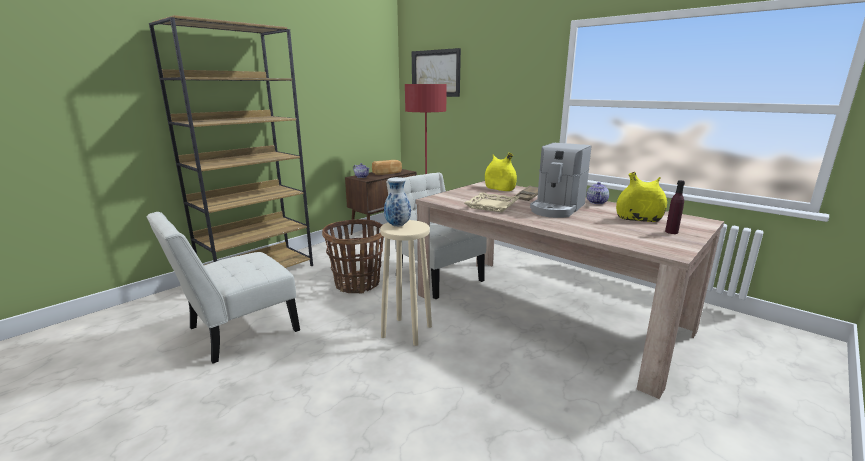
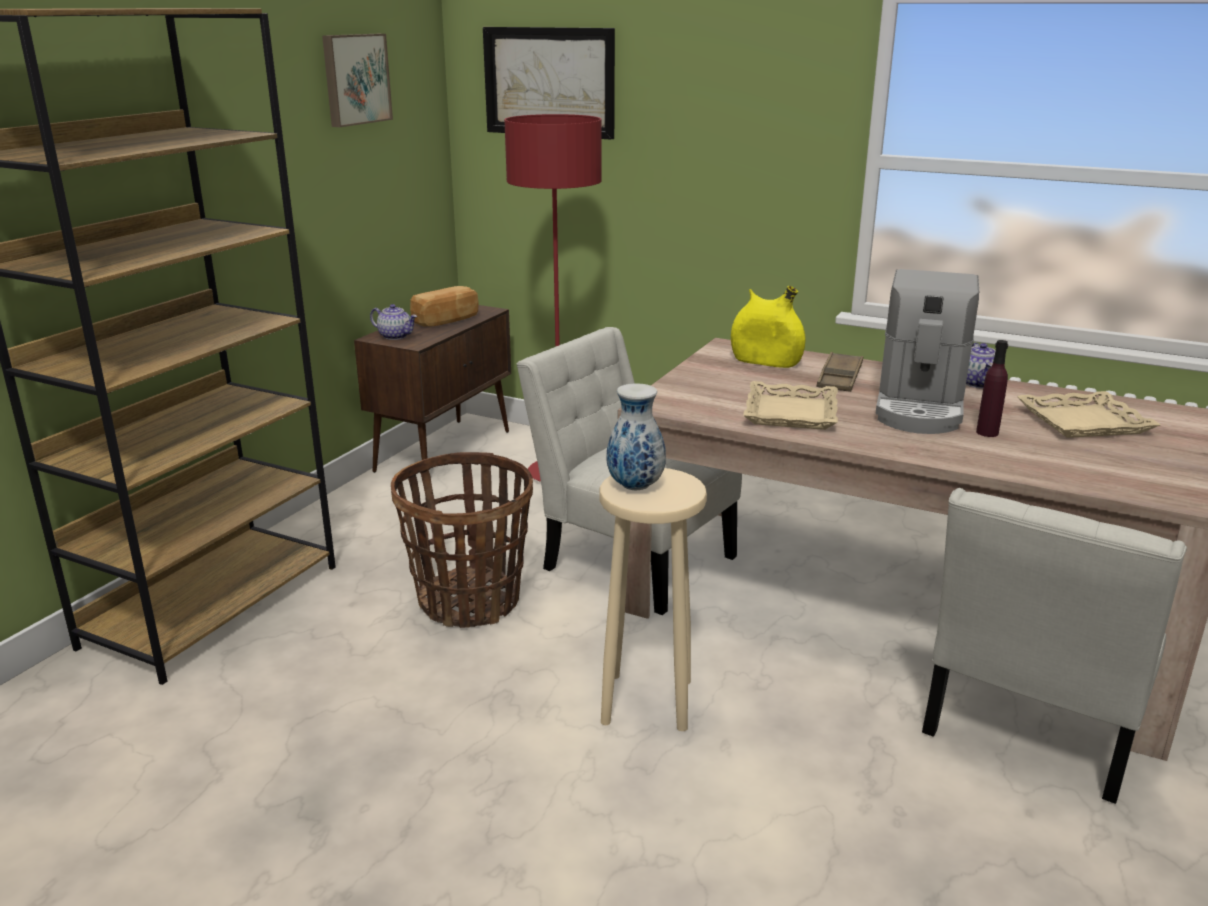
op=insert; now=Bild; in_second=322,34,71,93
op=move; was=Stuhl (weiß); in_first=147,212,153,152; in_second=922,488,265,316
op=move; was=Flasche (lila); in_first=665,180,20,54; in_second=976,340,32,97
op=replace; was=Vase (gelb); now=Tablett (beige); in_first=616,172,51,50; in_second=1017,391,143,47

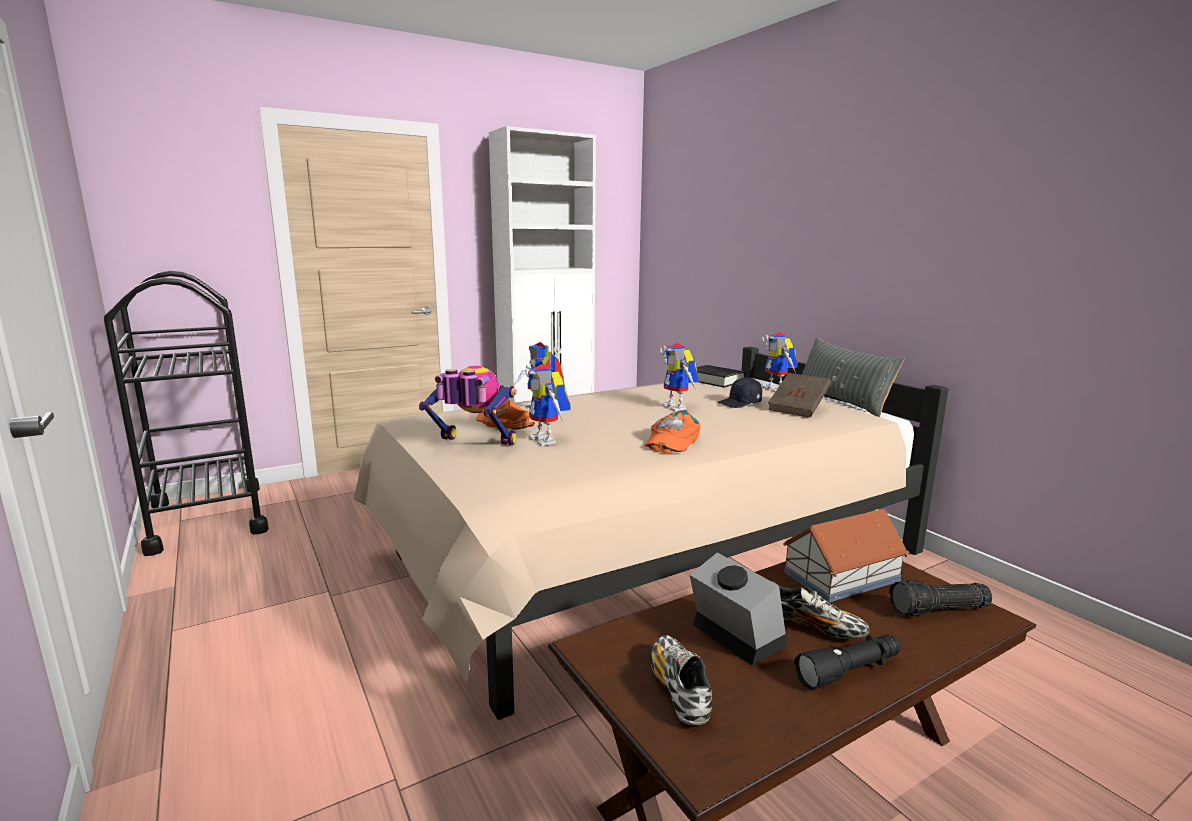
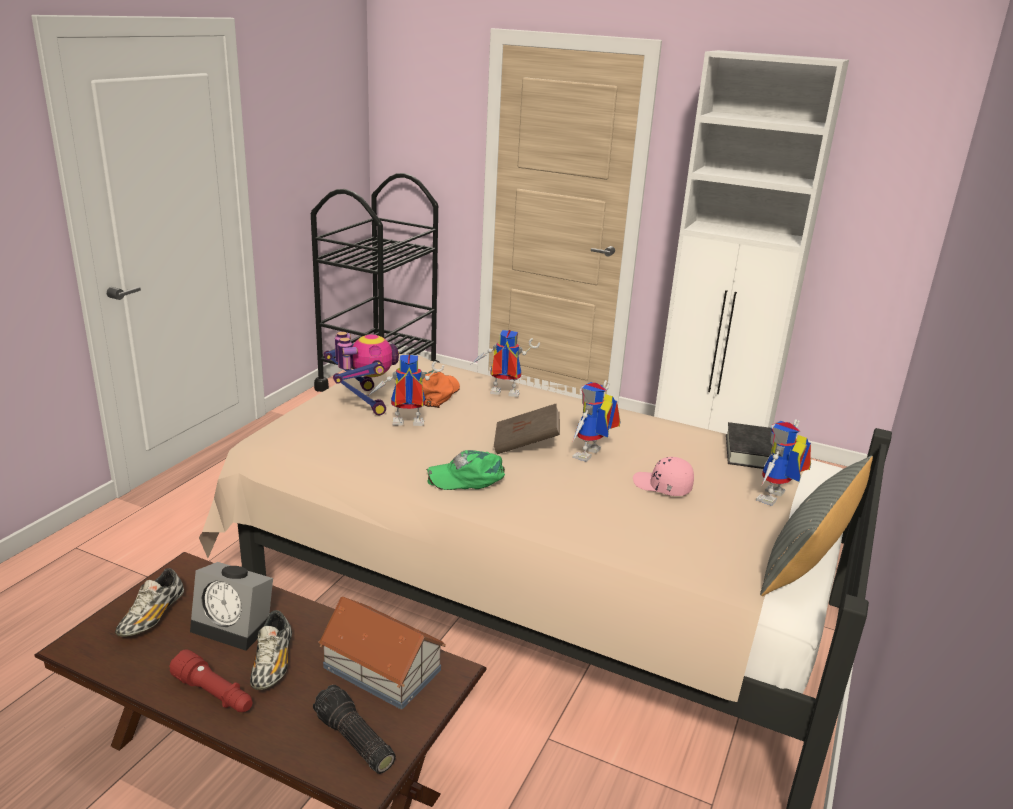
op=rotate; was=Schuh; in_first=651,635,61,90; in_second=115,568,69,69; clockwise=150
op=recolor; was=Taschenlampe (schwarz); now=Taschenlampe (rot); in_first=794,634,107,56; in_second=169,649,83,63
op=rotate; was=Wecker; in_first=690,553,97,112; in_second=190,562,83,89; clockwise=90
op=rotate; was=Spielzeugroboter; in_first=525,364,45,82; in_second=368,355,76,71; clockwise=60
op=recolor; was=Kappe (orange); now=Kappe (grün); in_first=644,410,57,43; in_second=427,450,78,40
op=move; was=Buch (braun); in_first=768,373,63,44; in_second=494,404,66,50
op=recolor; was=Kappe (schwarz); now=Kappe (rosa); in_first=718,377,44,31; in_second=633,457,61,39

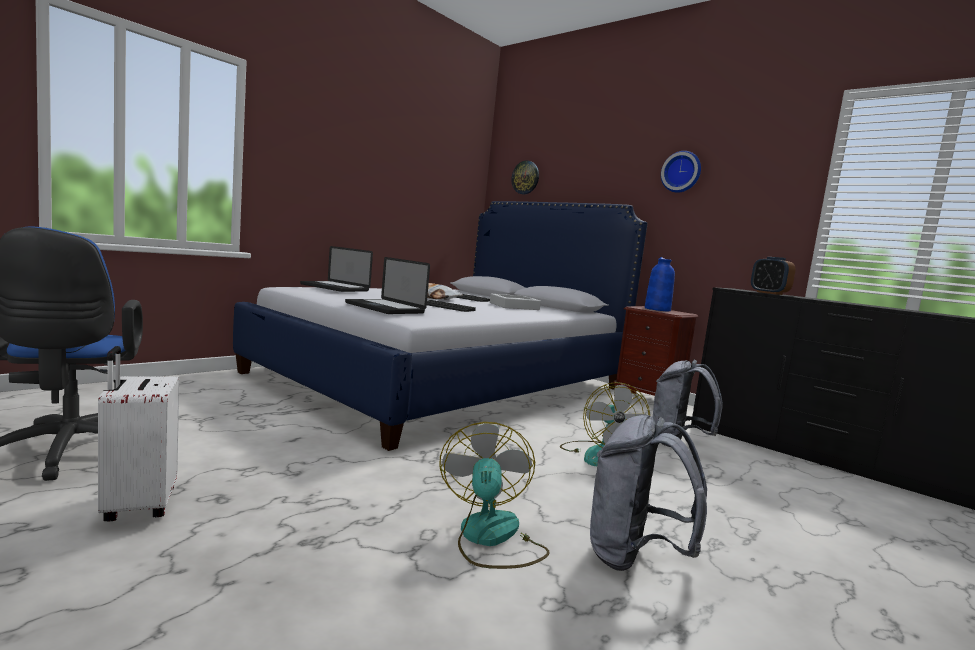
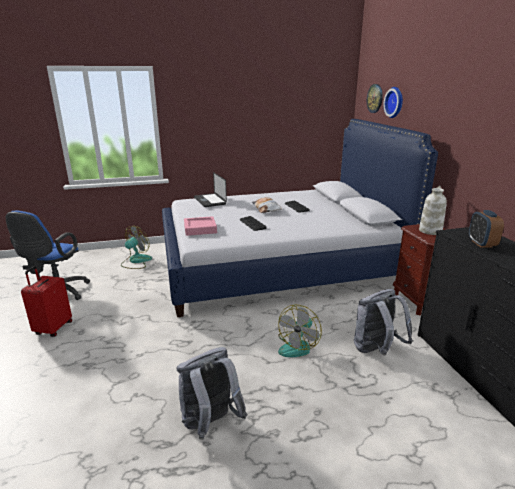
op=recolor; was=Koffer (weiß); now=Koffer (rot); in_first=98,346,81,176; in_second=21,266,51,71
op=move; was=Ventilator; in_first=439,422,110,147; in_second=121,226,31,43
op=replace; was=Laptop; now=Tablett (rosa); in_first=345,257,85,57; in_second=184,216,33,20
op=move; was=Wanduhr; in_first=661,151,40,42; in_second=383,87,20,31
op=recolor; was=Vase (blau); now=Vase (weiß); in_first=645,257,30,54; in_second=419,186,28,49
op=delete; was=Tablett (grau); in_first=490,294,51,16

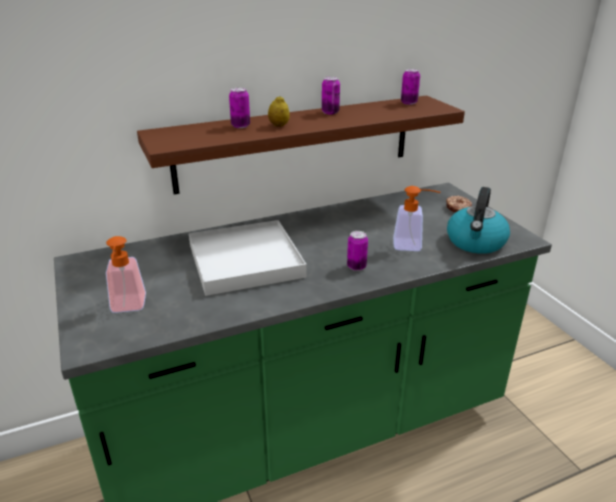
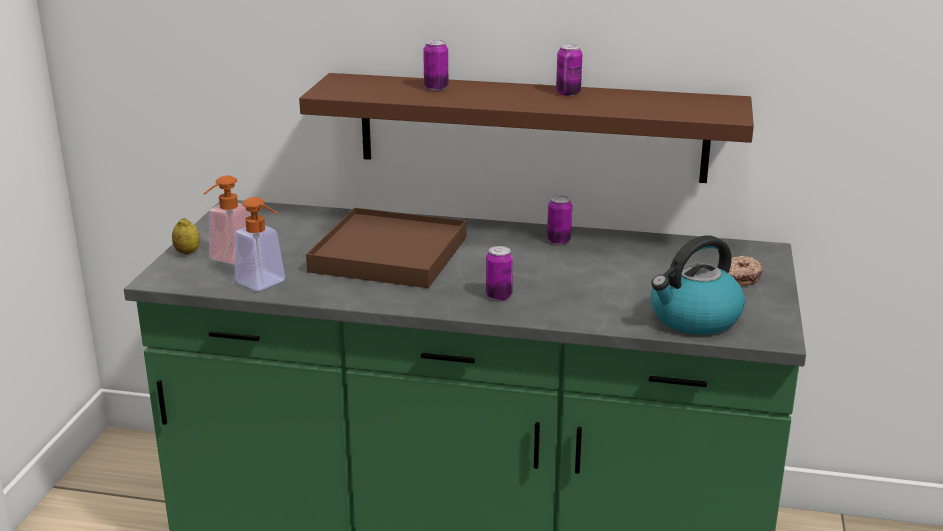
op=move; was=Zitrone; in_first=268,96,22,31; in_second=172,218,28,36
op=move; was=Seifenspender; in_first=393,186,47,65; in_second=235,197,50,94
op=recolor; was=Tablett (weiß); now=Tablett (braun); in_first=189,220,117,76; in_second=306,208,160,80
op=move; was=Dose; in_first=401,69,19,36; in_second=547,195,25,50

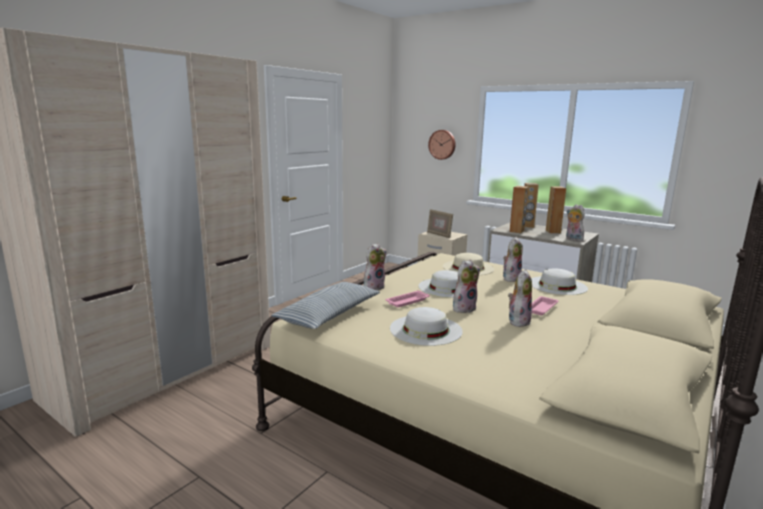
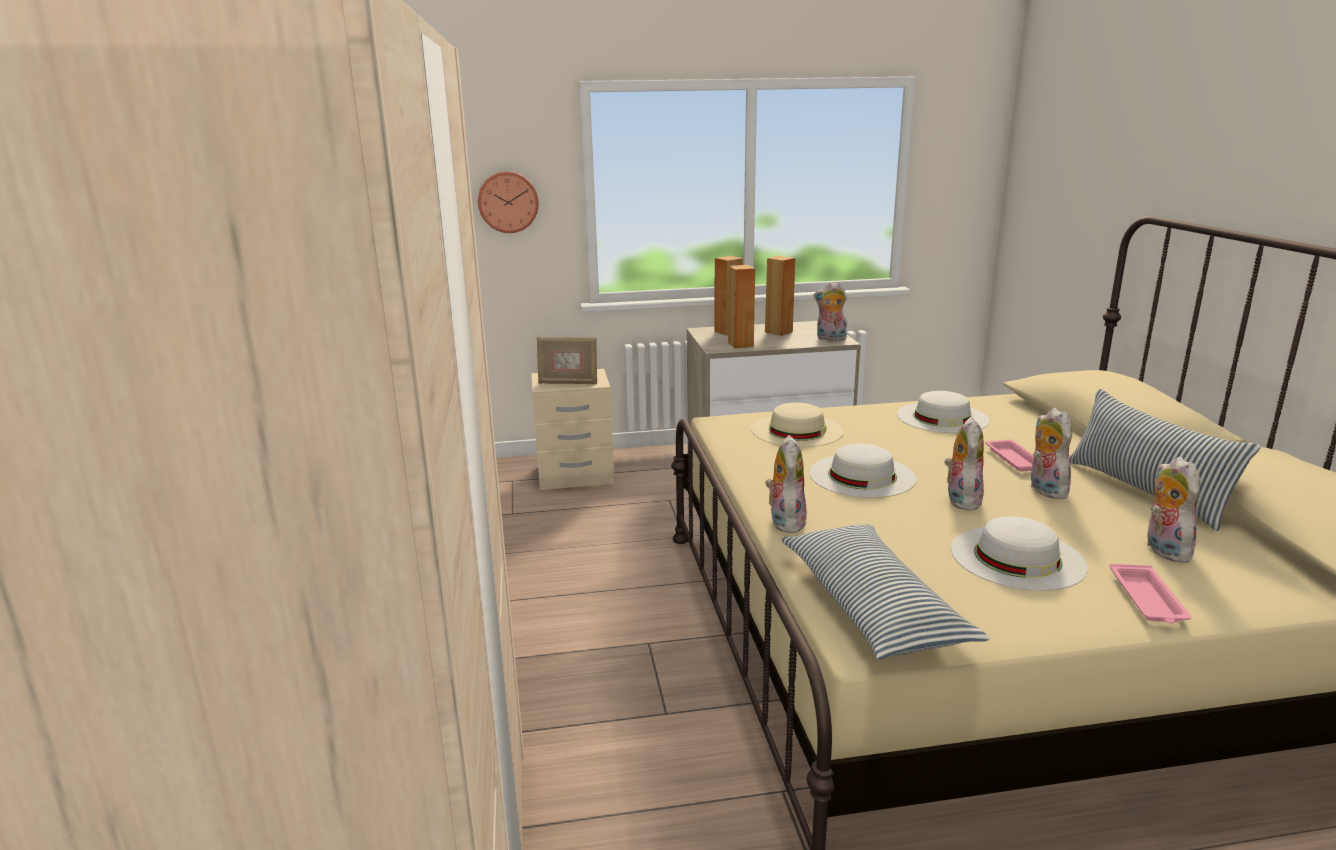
op=insert; now=Kissen; in_second=1069,389,192,142
op=move; was=Tablett (rosa); in_first=385,290,45,17; in_second=1110,564,81,59
op=move; was=Plüschtier; in_first=503,237,20,45; in_second=1147,457,53,106

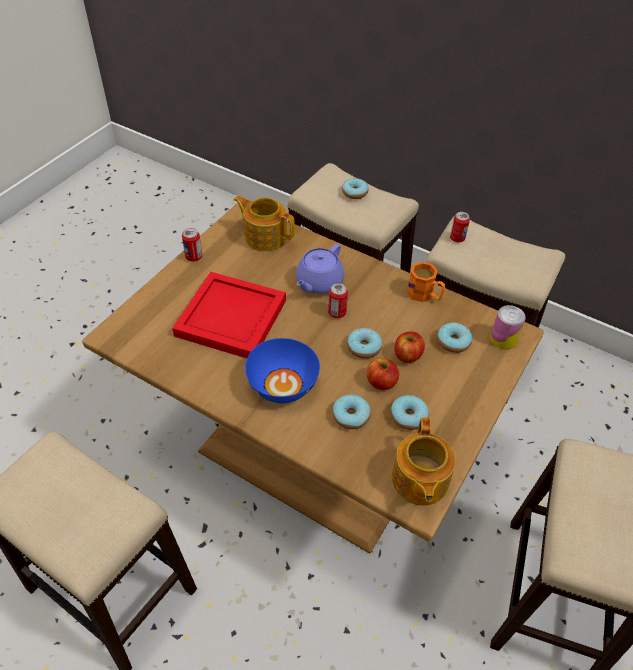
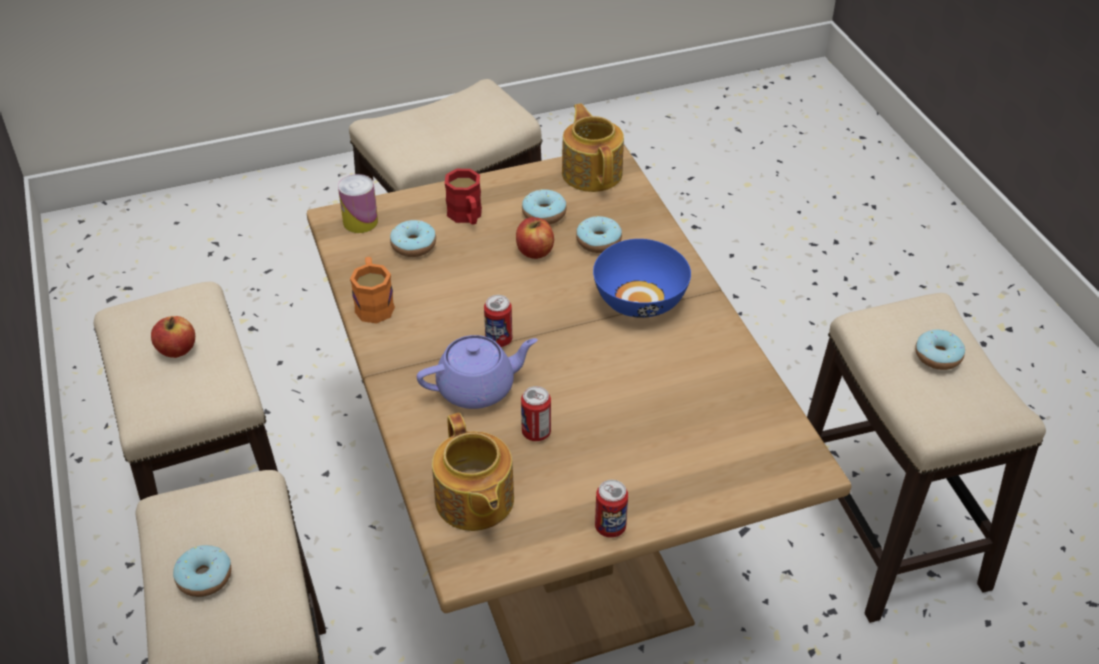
op=move; was=Apfel; in_first=395,332,30,31; in_second=151,316,44,42
op=insert; now=Henkelbecher (rot); in_second=445,169,37,56
op=move; was=Dose; in_first=450,212,20,30; in_second=521,386,30,55
op=rotate; was=Teekanne; in_first=392,418,63,87; in_second=562,103,62,89; clockwise=-60
op=move; was=Donut; in_first=347,328,35,31; in_second=915,330,50,40
op=delete; was=Tablett (rot); in_first=172,272,114,86

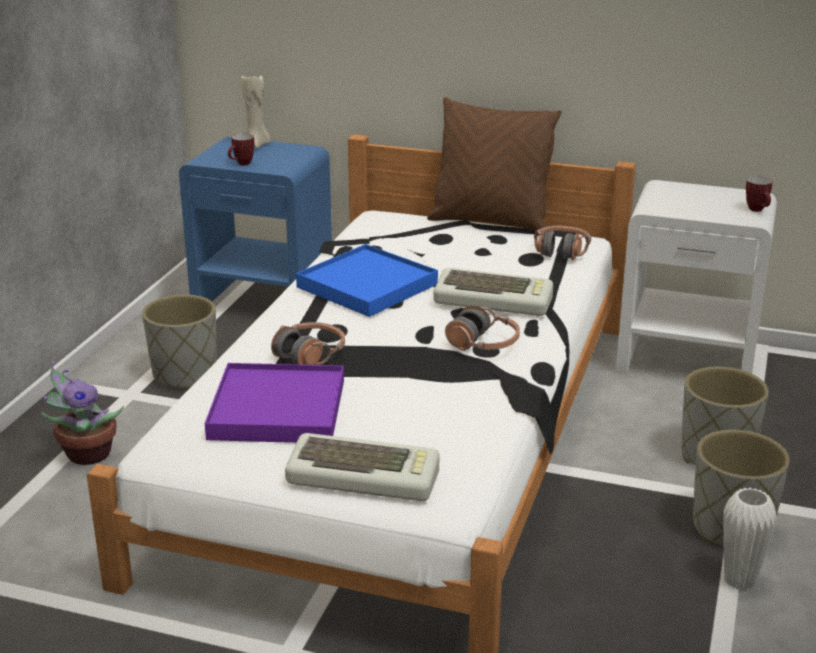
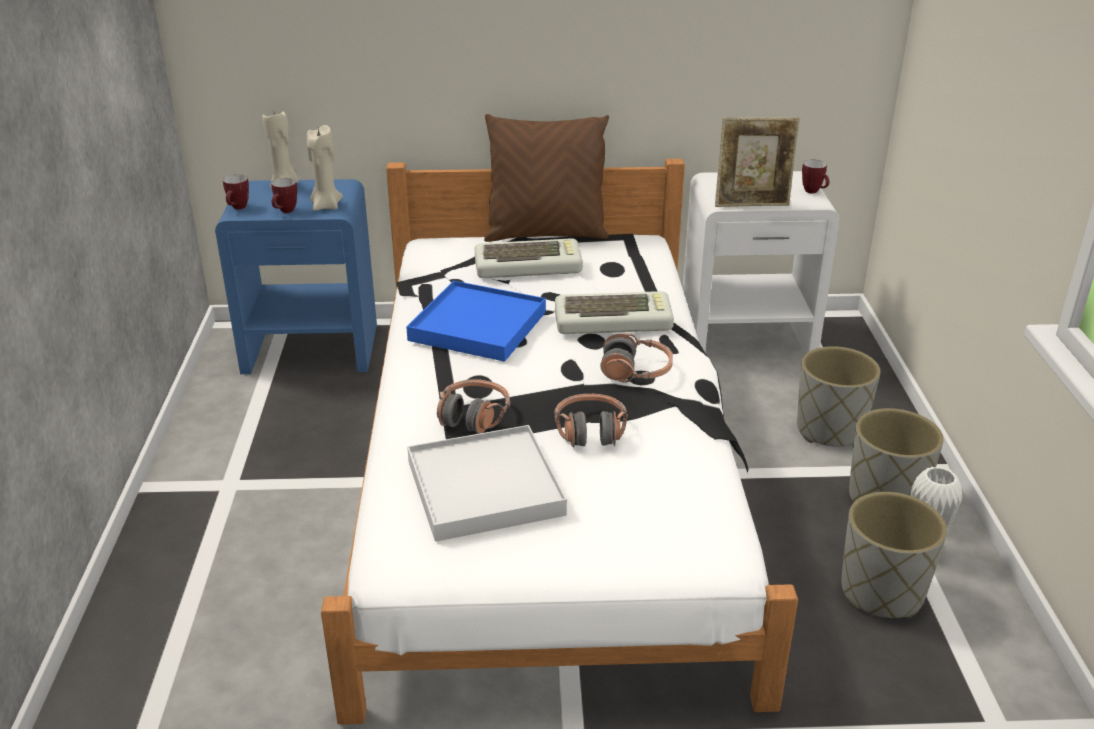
op=insert; now=Henkelbecher; in_second=223,174,26,35
op=insert; now=Kerze (beige); in_second=307,125,36,86
op=recolor; was=Tablett (lila); now=Tablett (weiß); in_first=205,363,139,80; in_second=407,425,160,117
op=move; was=Tastatur; in_first=285,433,154,68; in_second=475,238,108,40
op=move; was=Kopfhörer; in_first=534,226,57,34; in_second=554,394,74,54
op=insert; now=Bilderrahmen; in_second=715,117,85,90
op=move; was=Pflanzkübel (grau); in_first=142,295,75,95; in_second=841,492,106,126
op=delete; was=Topfpflanze; in_first=42,361,82,104

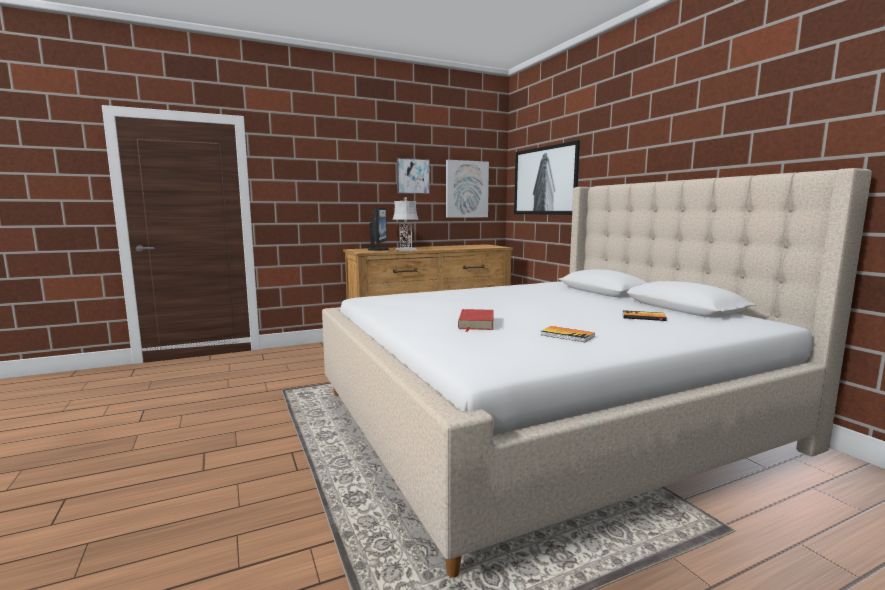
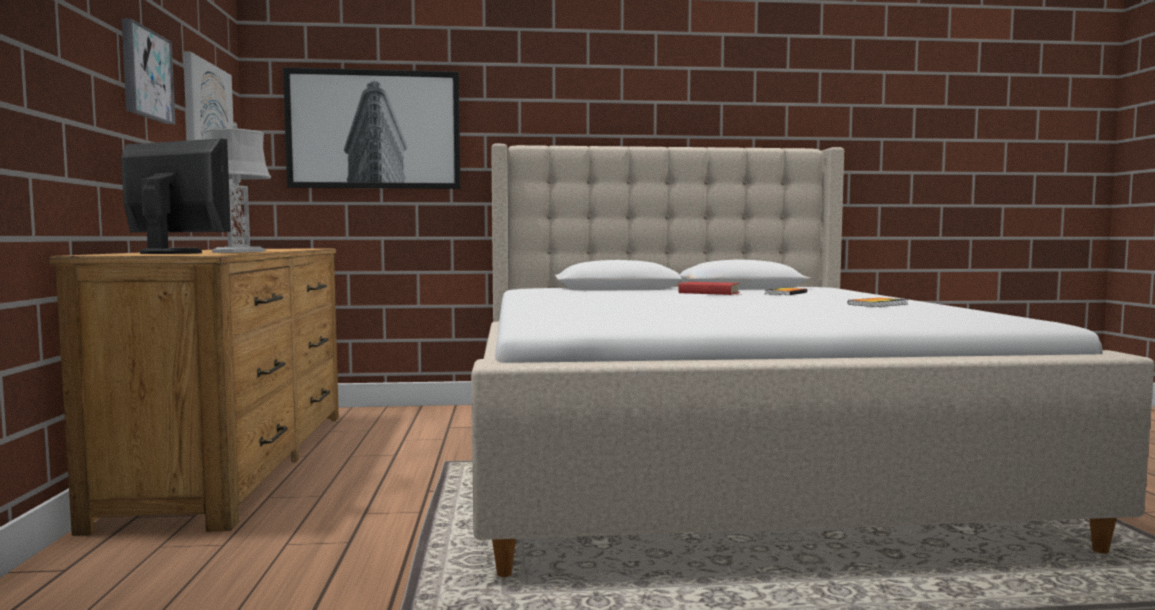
op=move; was=Buch (rot); in_first=458,309,35,23; in_second=678,282,63,13

